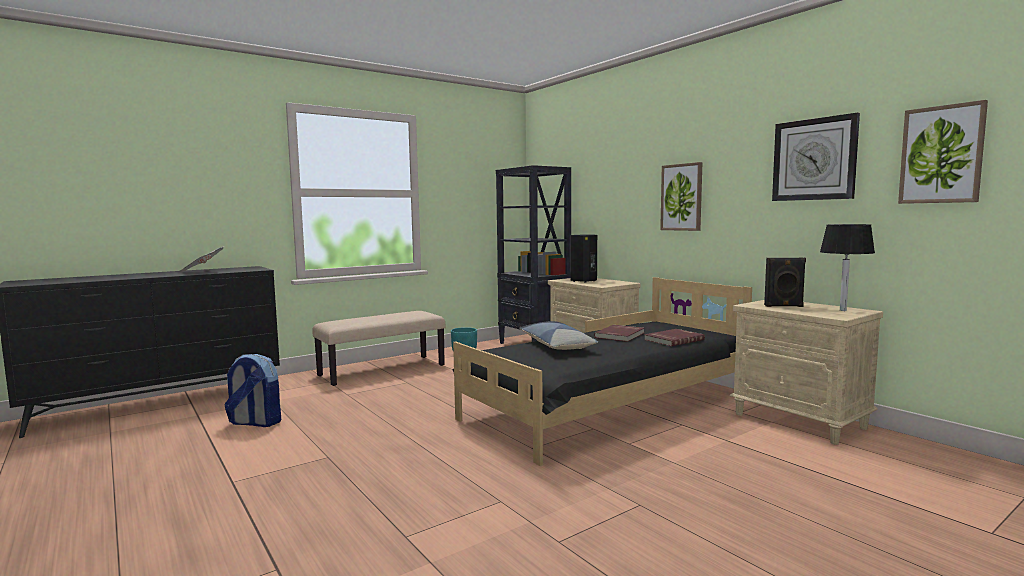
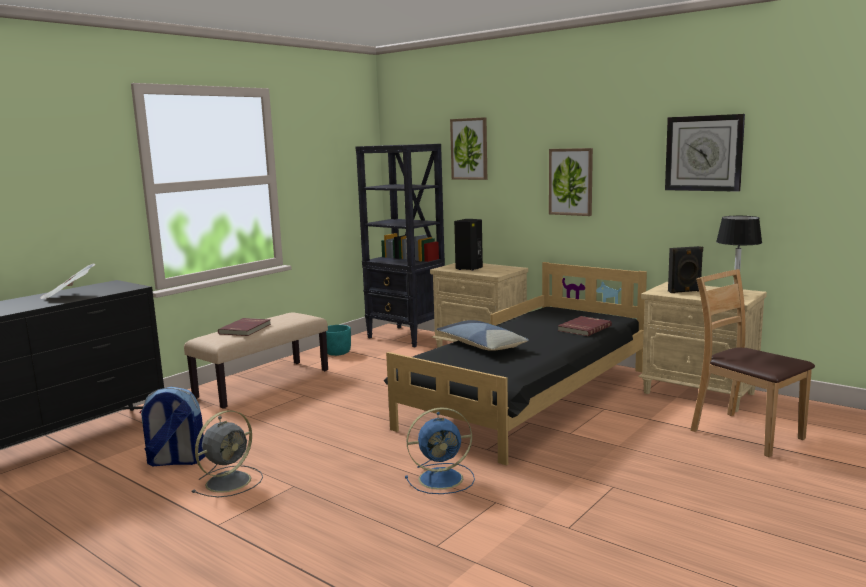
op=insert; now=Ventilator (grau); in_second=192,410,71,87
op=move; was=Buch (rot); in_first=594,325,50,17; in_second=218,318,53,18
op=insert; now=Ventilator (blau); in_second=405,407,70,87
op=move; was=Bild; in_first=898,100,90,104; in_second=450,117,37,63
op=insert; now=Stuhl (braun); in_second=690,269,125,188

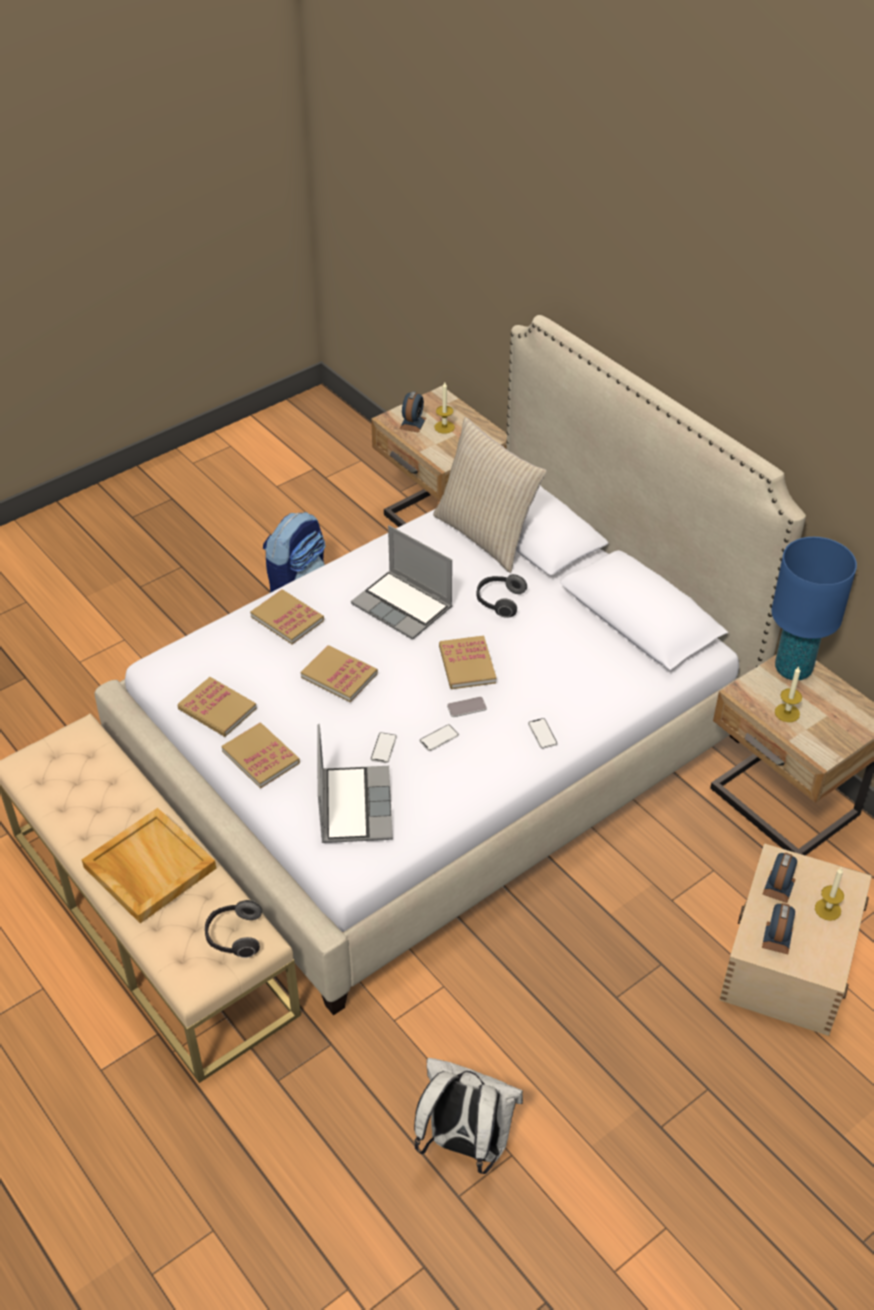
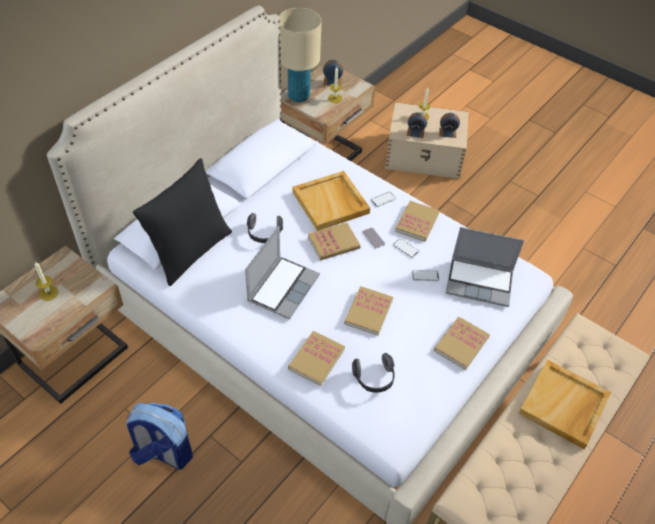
op=recolor; was=Kissen (beige); now=Kissen (schwarz); in_first=433,417,114,156; in_second=133,158,99,128
op=recolor; was=Tischlampe (blau); now=Tischlampe (beige); in_first=771,537,86,143; in_second=279,8,43,94
op=insert; now=Tablett (beige); in_second=293,171,77,60
op=move; was=Wecker; in_first=400,391,26,42; in_second=323,60,20,26
op=move; was=Kopfhörer; in_first=205,900,57,58; in_second=352,353,43,40
op=move; was=Buch; in_first=177,677,80,60; in_second=395,201,45,41
op=rotate; was=Laptop; in_first=317,724,76,119; in_second=446,227,78,80; clockwise=-150
op=delete; was=Rucksack (weiß); in_first=414,1058,109,116

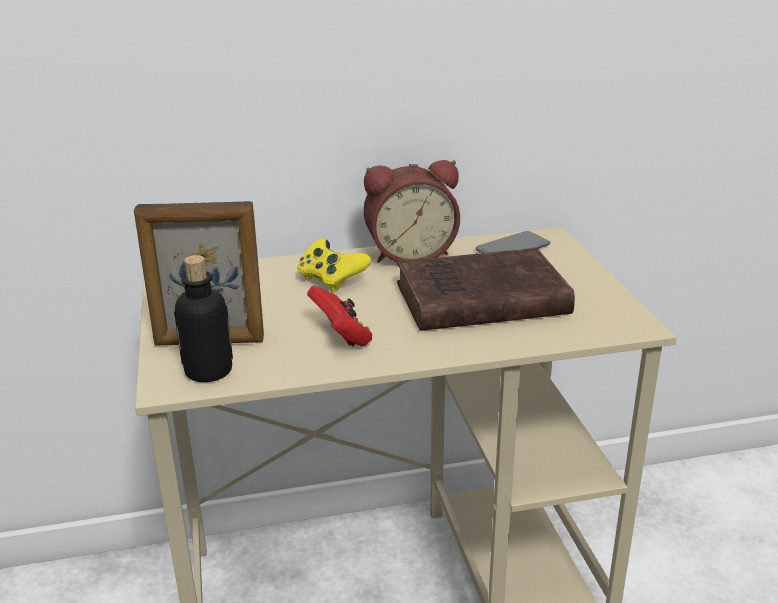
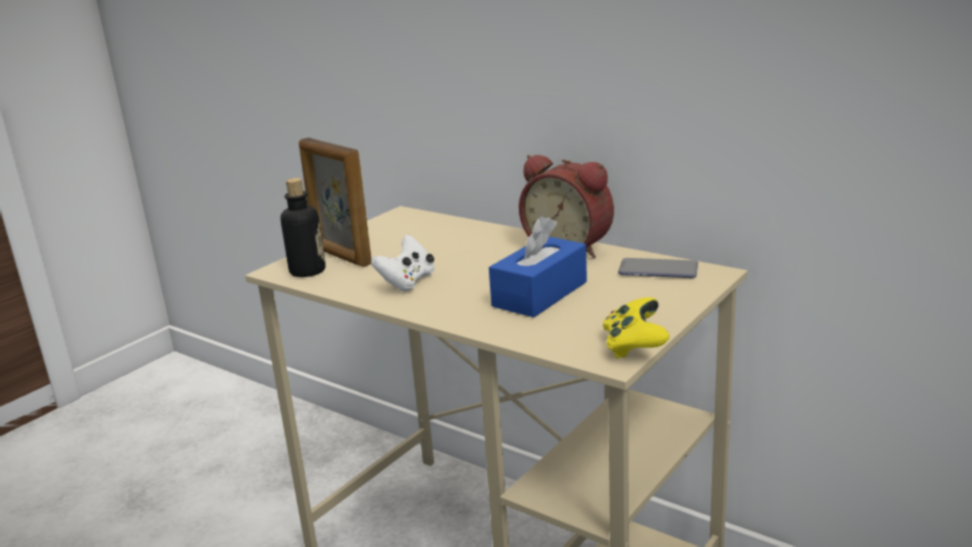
op=recolor; was=Gamepad (rot); now=Gamepad (weiß); in_first=307,286,65,61; in_second=371,234,63,57
op=replace; was=Buch (braun); now=Taschentuchbox (blau); in_first=397,248,178,83; in_second=489,216,98,102
op=move; was=Gamepad (gelb); in_first=297,238,74,54; in_second=603,297,67,62

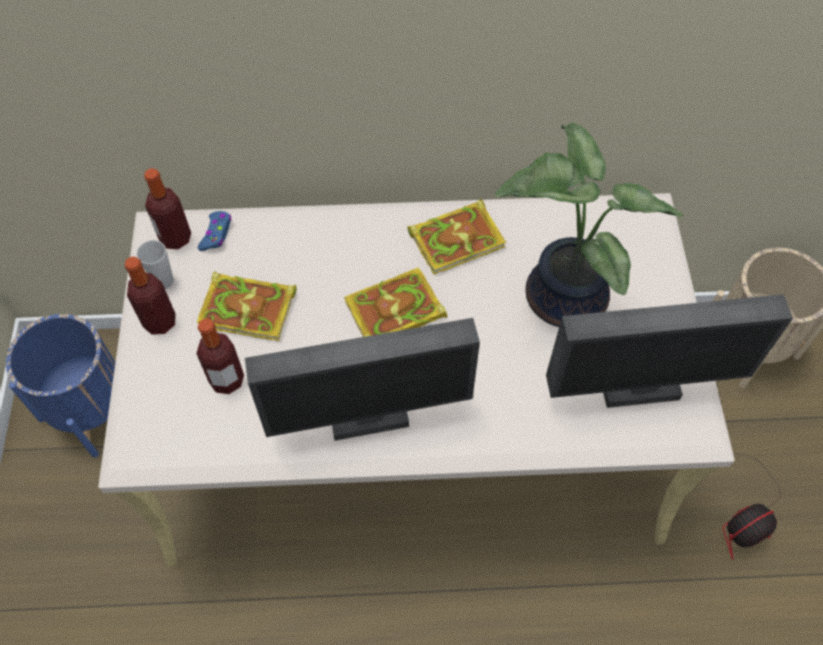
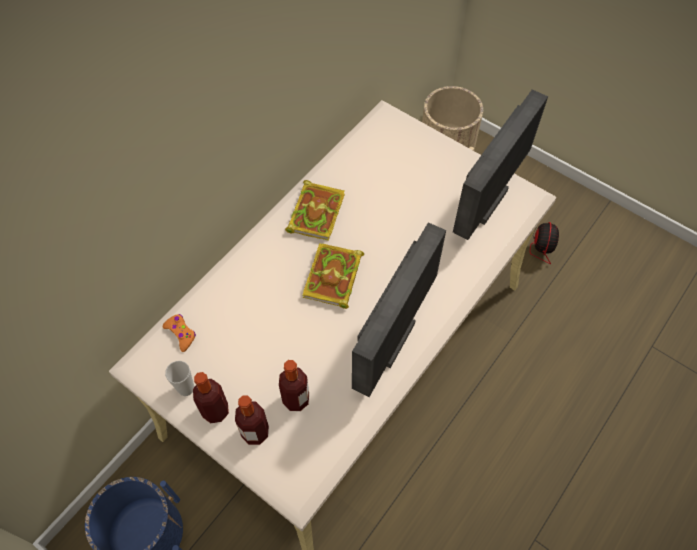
op=recolor; was=Gamepad (blau); now=Gamepad (orange); in_first=198,211,33,40; in_second=163,314,33,38
op=move; was=Flasche; in_first=144,168,47,81; in_second=235,395,34,50
op=delete; was=Buch; in_first=197,272,100,69
op=delete; was=Topfpflanze; in_first=495,123,188,204

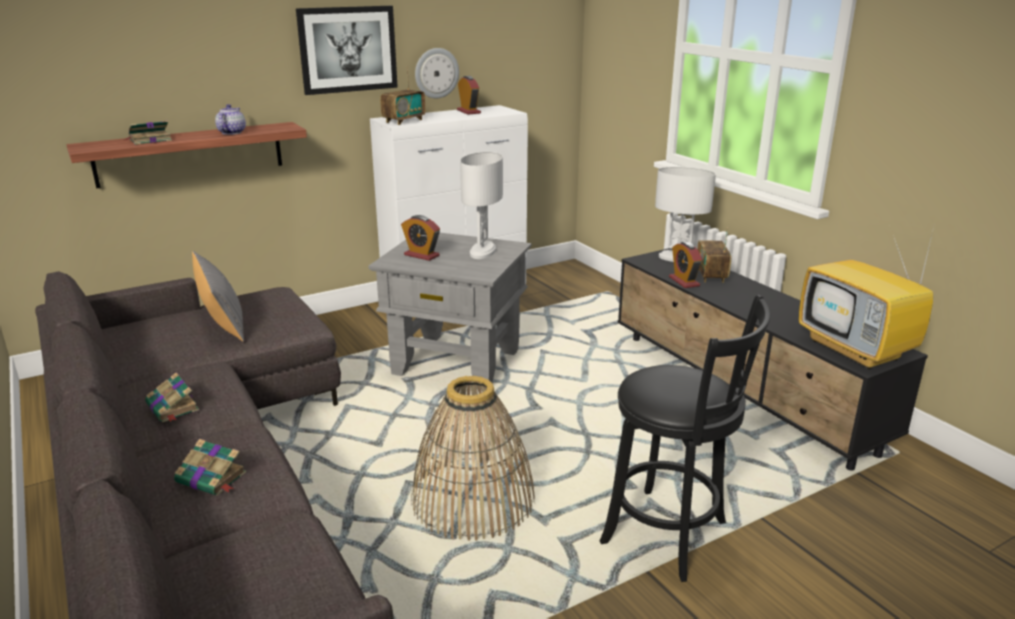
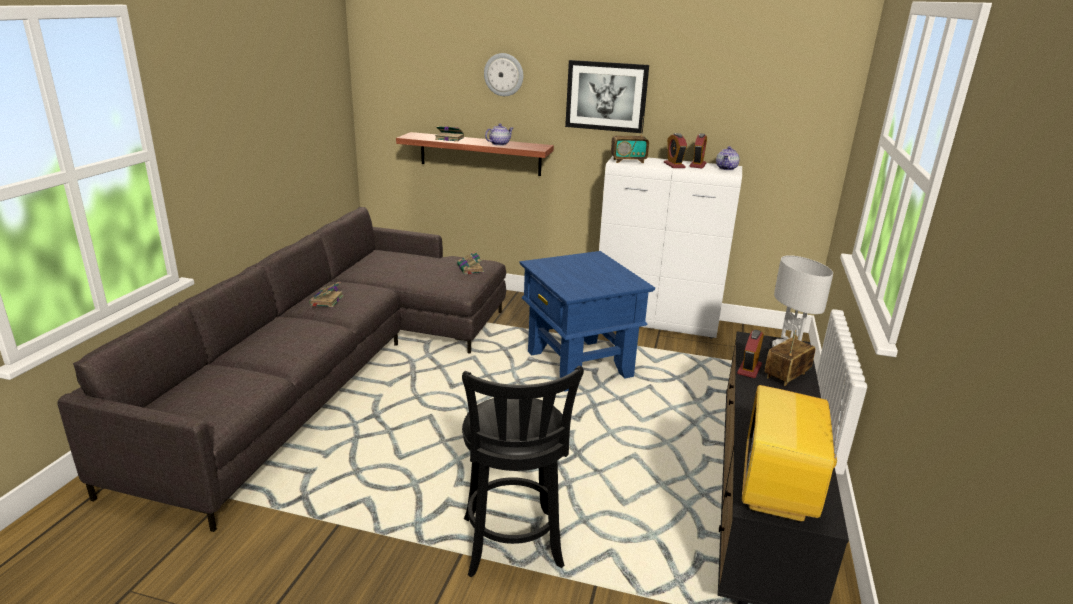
op=move; was=Buch; in_first=174,439,73,57; in_second=457,251,27,23
op=move; was=Wanduhr; in_first=415,48,44,50; in_second=484,53,39,43
op=recolor; was=Beistelltisch (grau); now=Beistelltisch (blau); in_first=369,233,163,157; in_second=520,251,135,141
op=move; was=Wecker; in_first=401,215,39,46; in_second=664,133,23,35
op=insert; now=Teekanne; in_second=716,146,24,24
op=delete; was=Kissen (grau); in_first=192,251,52,91
op=delete; was=Korb; in_first=411,376,124,165
op=delete; was=Tischlampe (weiß); in_first=460,152,43,107

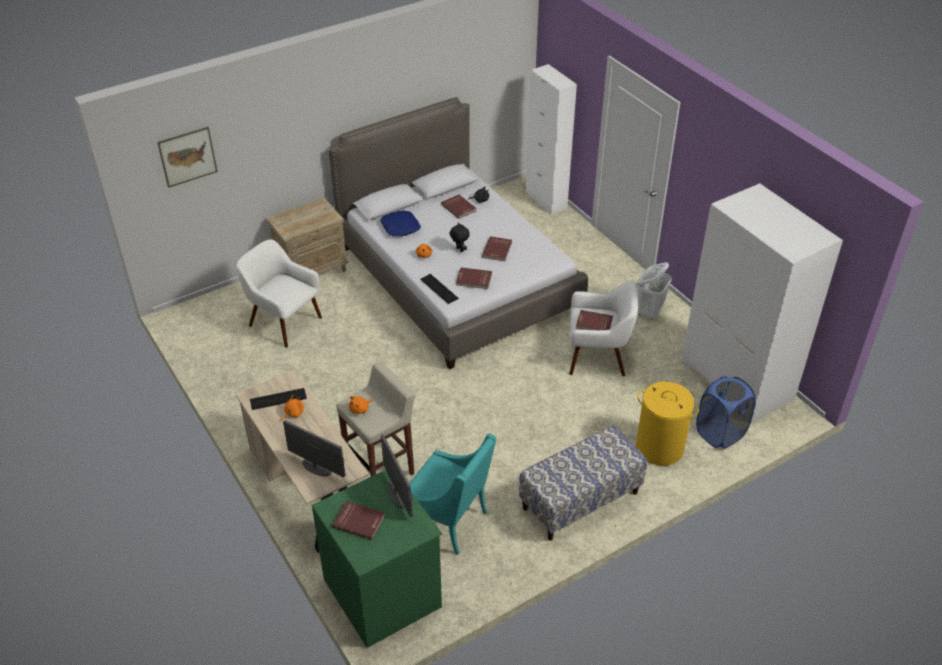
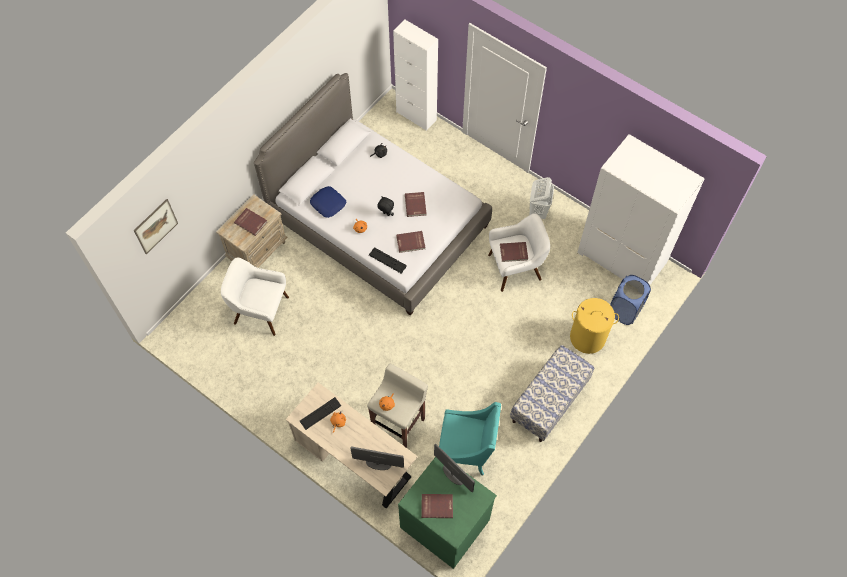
op=move; was=Buch (rot); in_first=441,195,36,24; in_second=234,208,33,28

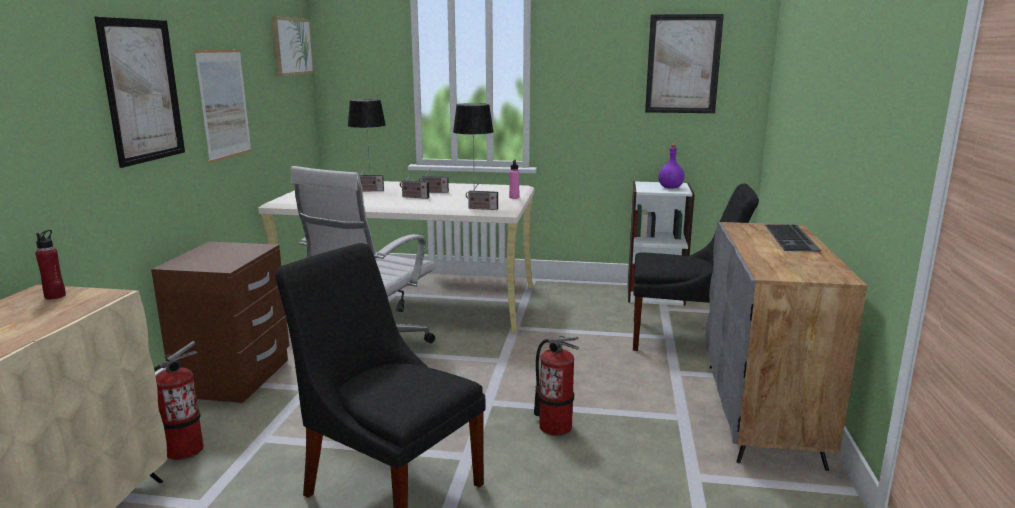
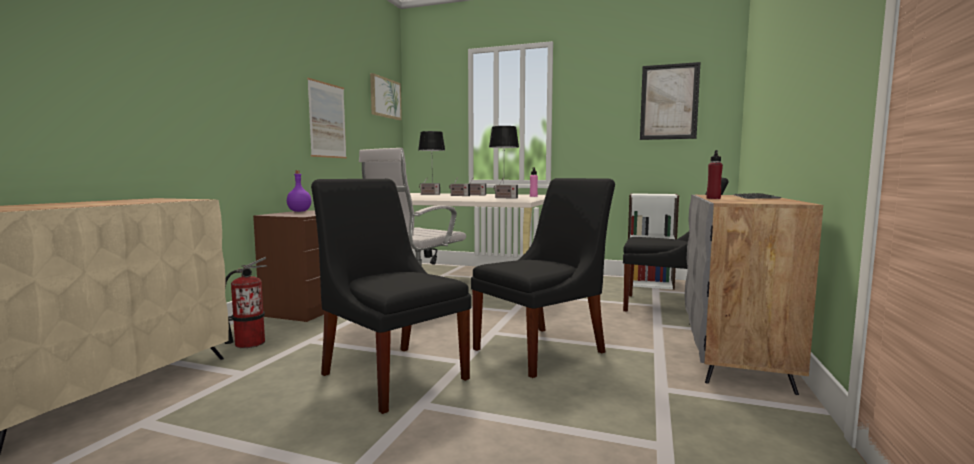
op=move; was=Flasche (lila); in_first=658,144,26,45; in_second=287,171,25,41
op=replace; was=Feuerlöscher; now=Stuhl (schwarz); in_first=534,336,45,100; in_second=471,178,144,200
op=move; was=Flasche (rot); in_first=35,230,31,70; in_second=706,150,17,49
op=delete; was=Bild; in_first=94,16,91,152

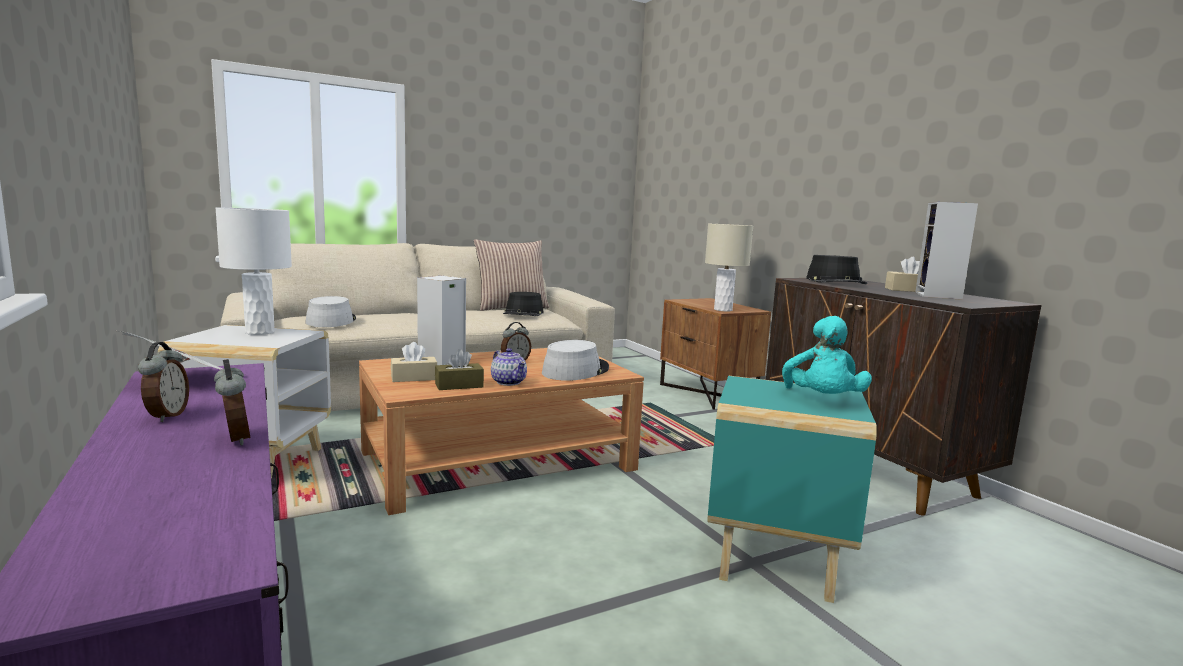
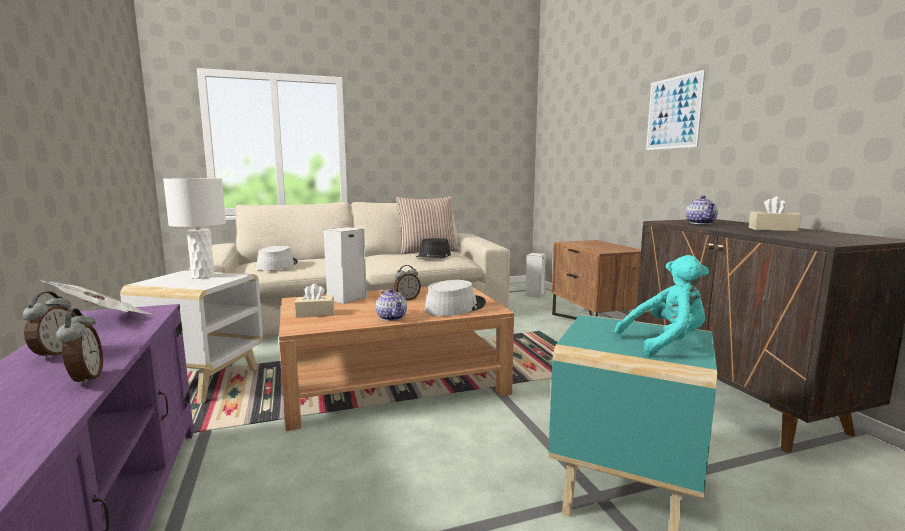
op=move; was=Lautsprecher; in_first=915,202,63,98; in_second=525,253,22,45
op=rotate; was=Plüschtier (türkis); in_first=782,316,90,78; in_second=615,255,94,101; clockwise=-120
op=insert; now=Bild; in_second=646,70,59,80
op=replace; was=Hut (schwarz); now=Teekanne; in_first=806,255,61,29; in_second=686,195,32,29
op=delete; was=Taschentuchbox (braun); in_first=435,349,49,41
op=delete; was=Tischlampe (beige); in_first=705,224,48,87

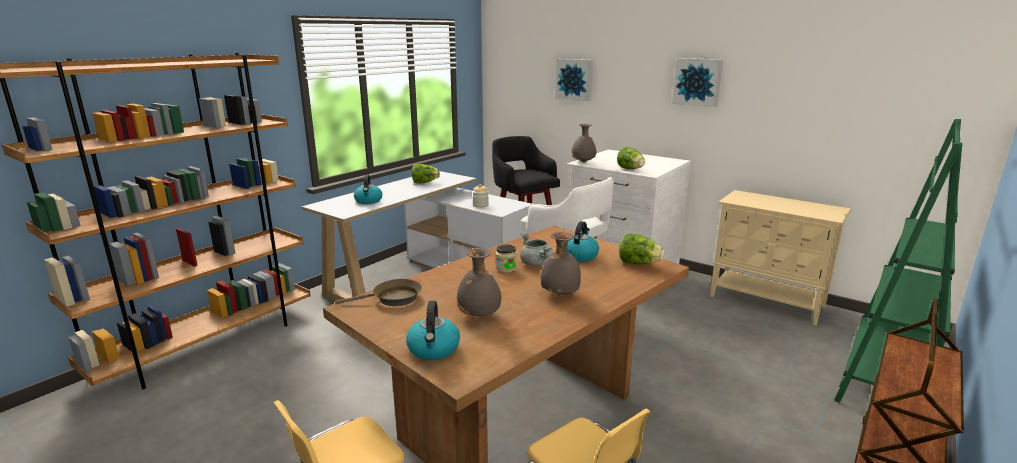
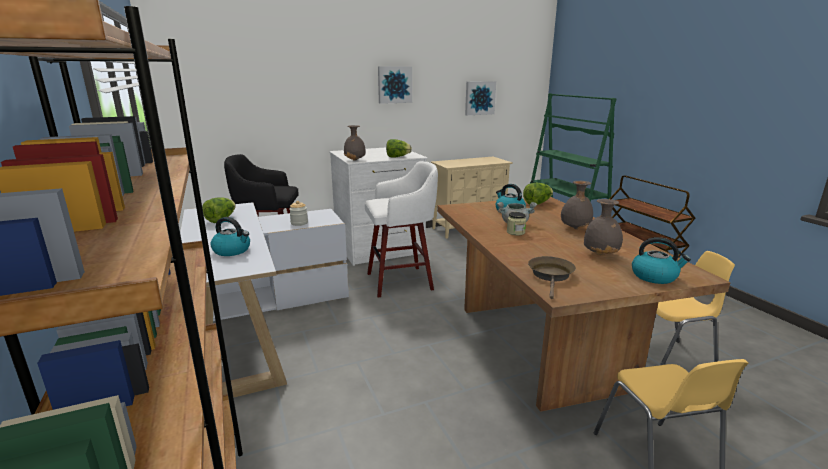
op=move; was=Bild; in_first=555,59,38,42; in_second=465,81,31,34

